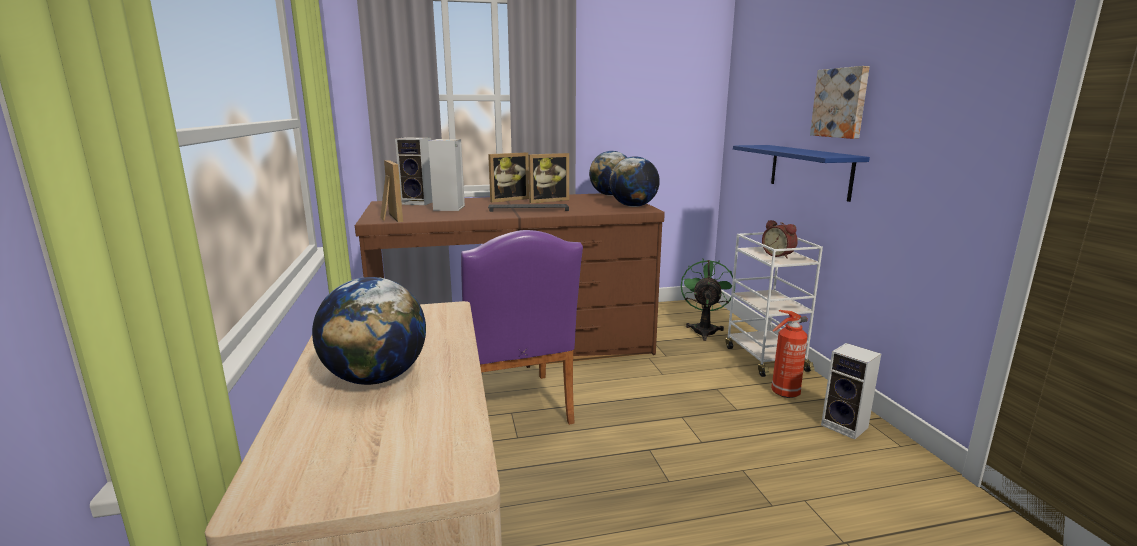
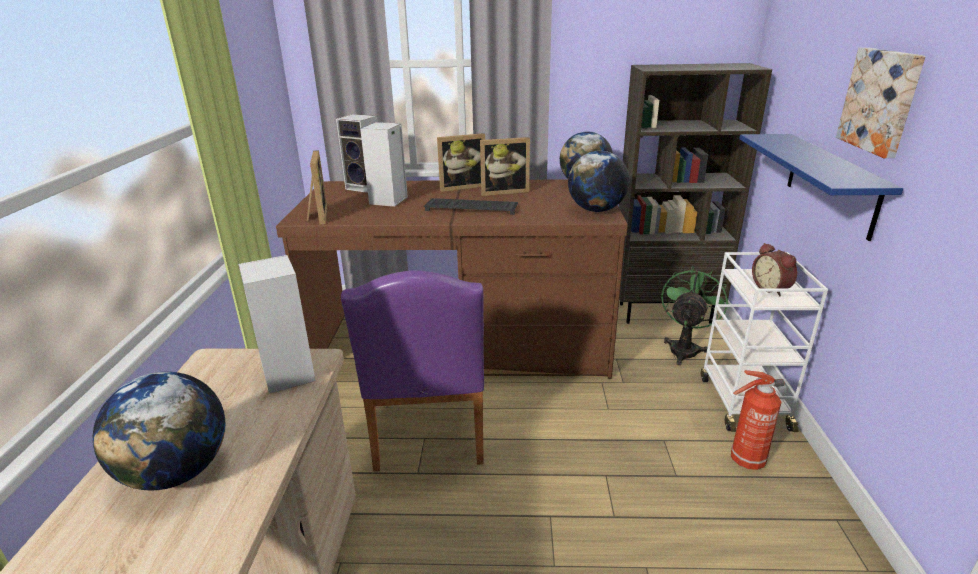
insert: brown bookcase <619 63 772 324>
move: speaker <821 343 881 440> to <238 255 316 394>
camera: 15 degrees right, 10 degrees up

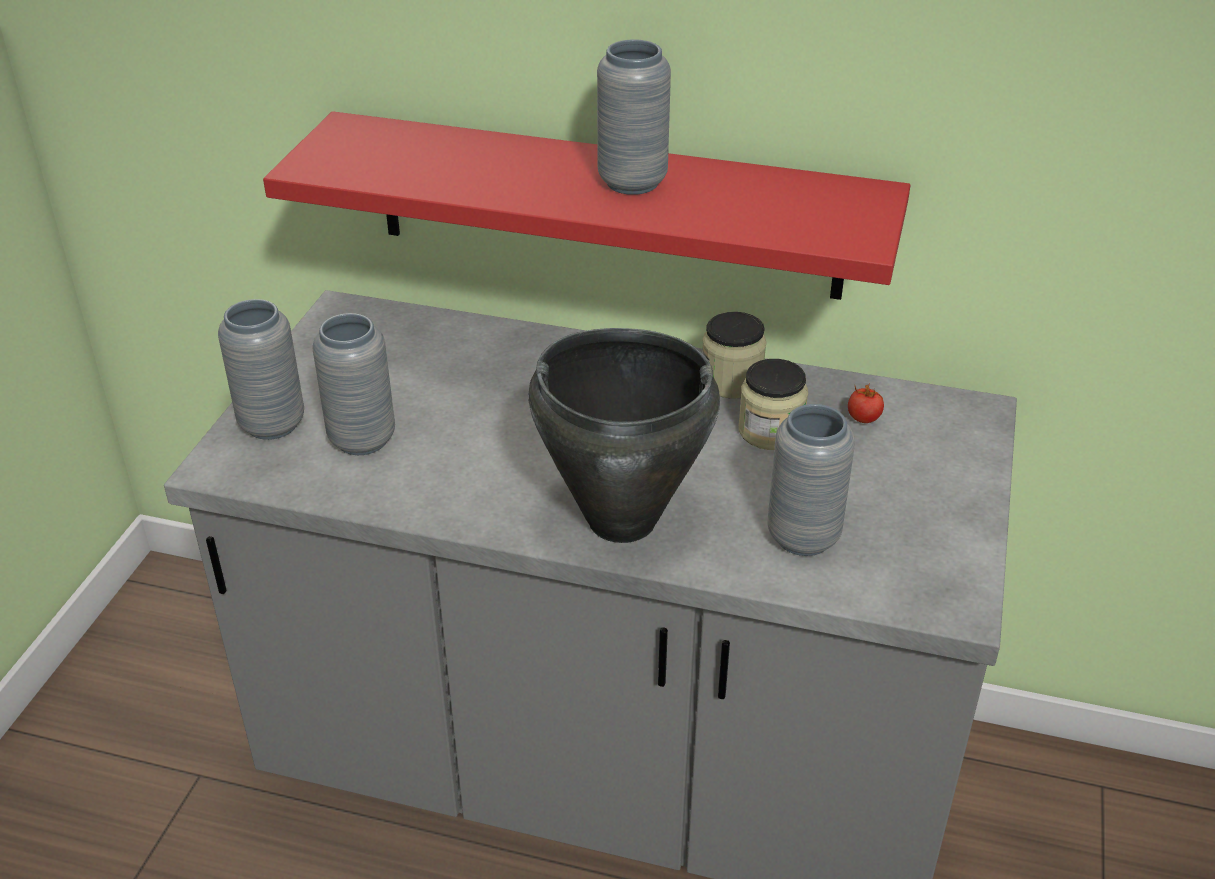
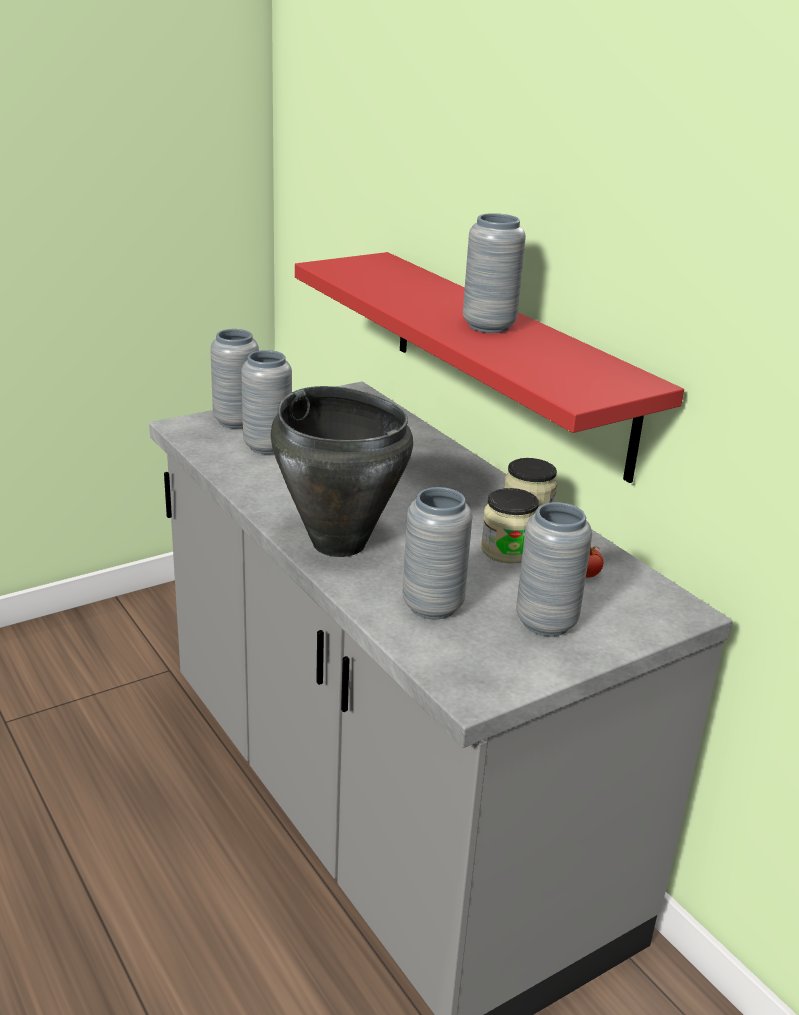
insert: grey vase <516 502 592 636>
camera: 40 degrees right, 10 degrees down

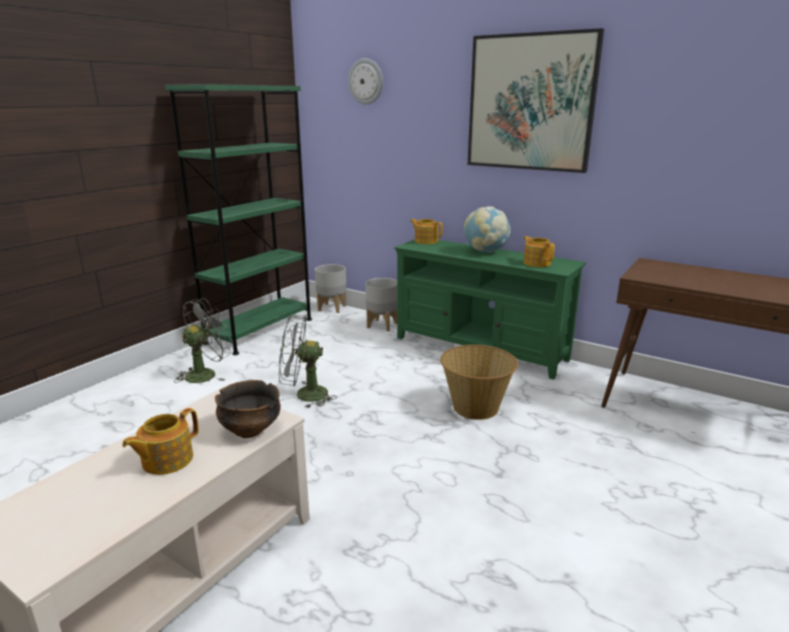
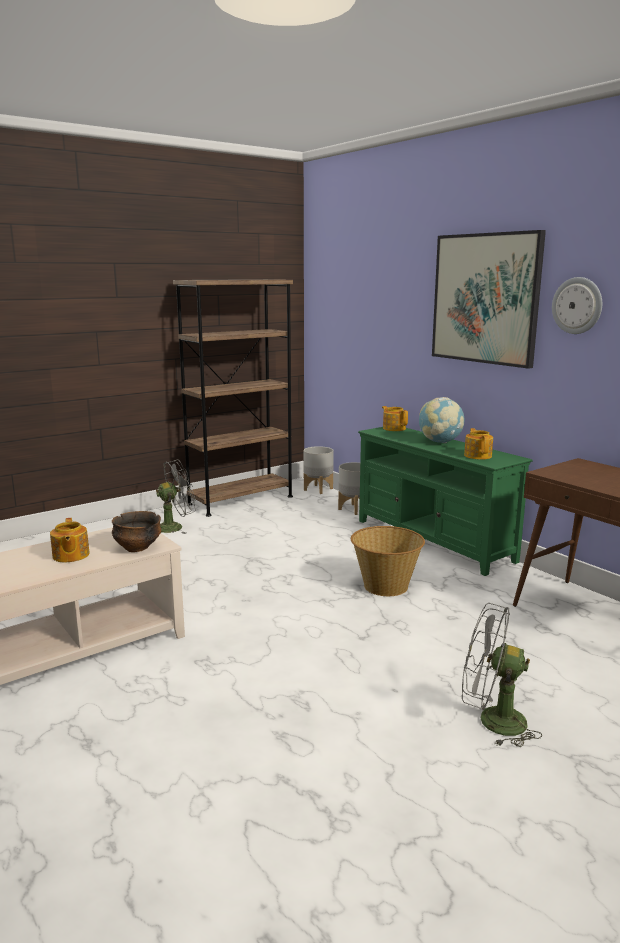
move: wall clock <348 58 383 105> to <552 277 602 334>; grey fan <279 314 337 409> to <462 603 542 747>
recolor: green bookcase <165 84 312 355> to brown bookcase <173 279 293 517>
rotate: teapot <122 408 199 475> = <50 518 90 562> 75 degrees counterclockwise
camera: 20 degrees right, 5 degrees down

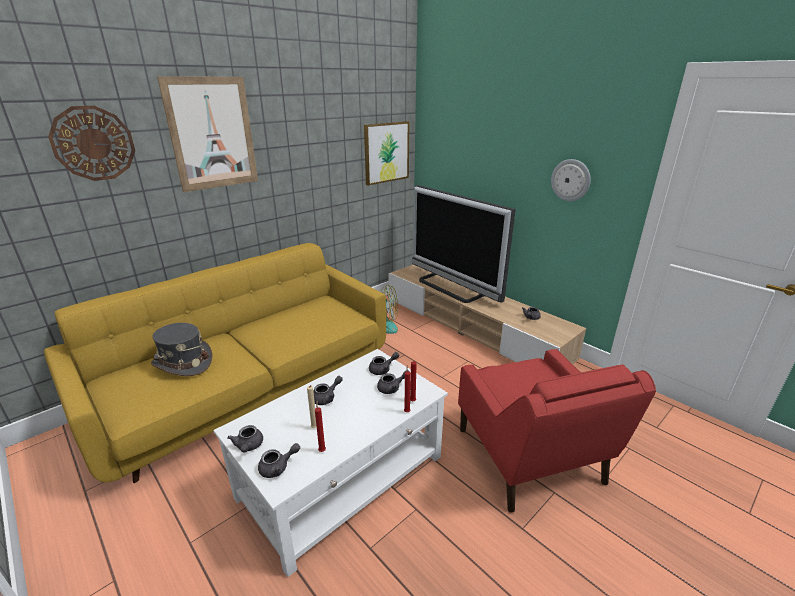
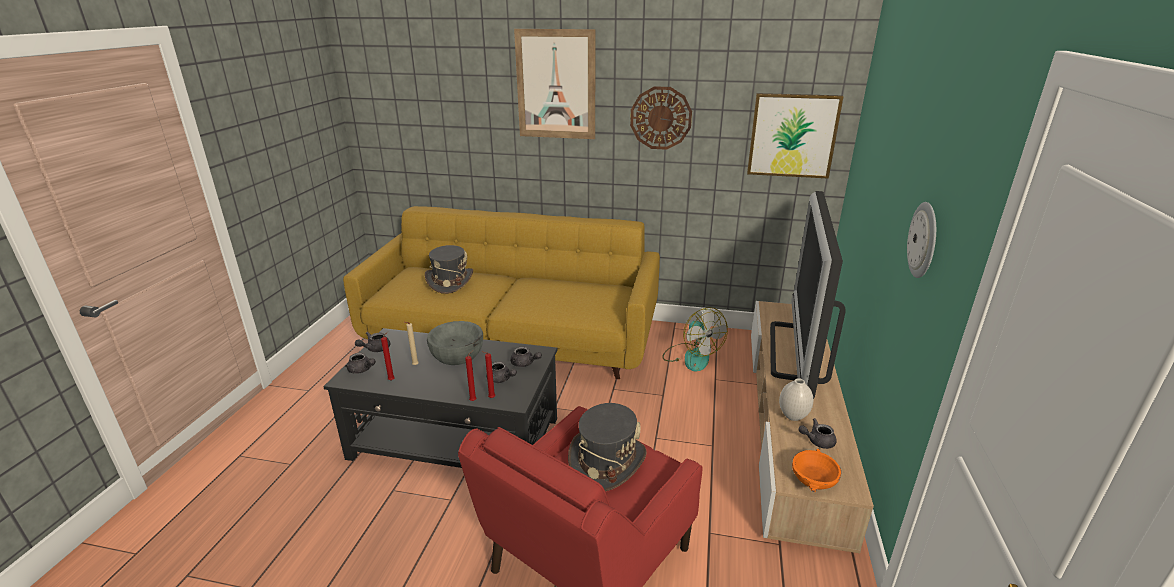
insert: white vase <779 378 813 421>; grey hat <568 403 647 491>; orange bowl <792 449 841 492>
move: wall clock <48 106 135 181> to <630 86 692 150>
replace: grey teapot <313 376 343 405> to grey bowl <427 321 483 365>
recolor: white coffee table <214 349 448 577> to black coffee table <323 328 558 468>
camera: 55 degrees right, 0 degrees up

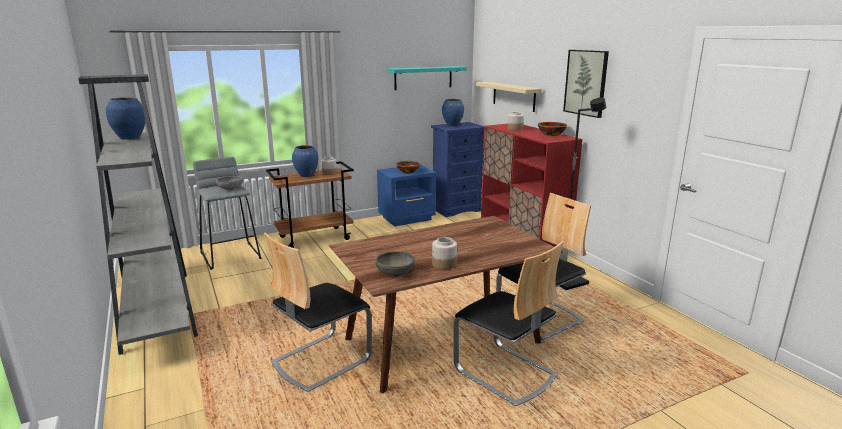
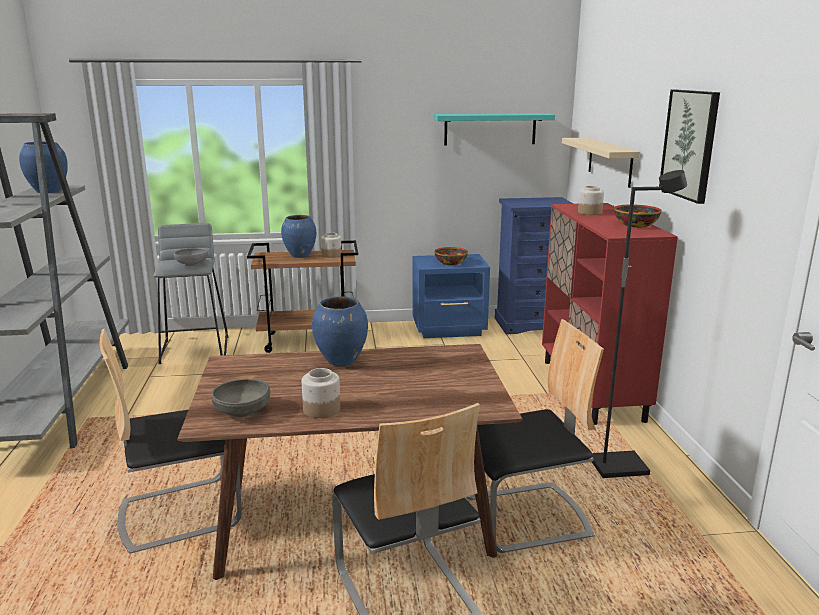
move: blue vase <442 99 464 126> to <312 296 368 366>
camera: 20 degrees right, 0 degrees up

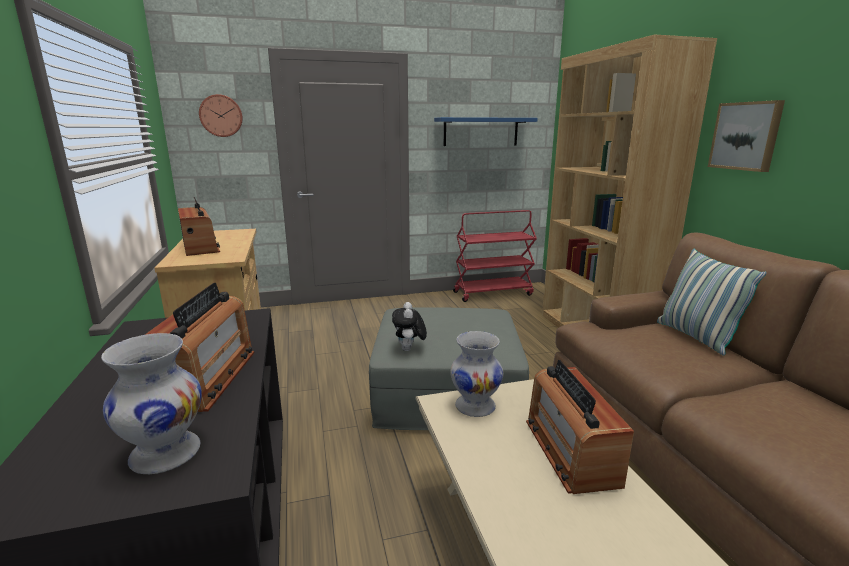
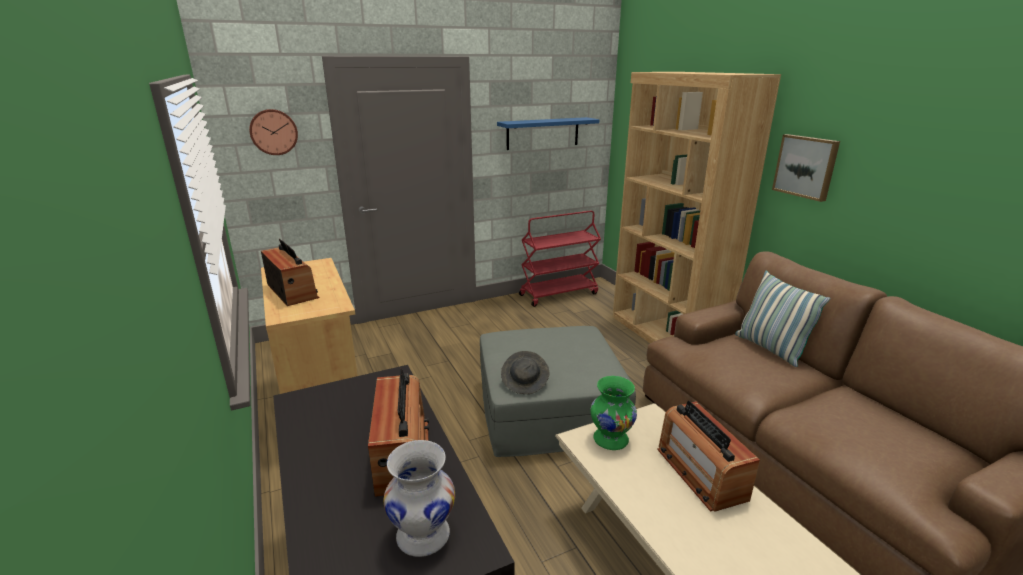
replace: plush toy <392 302 427 351> to grey hat <501 351 549 394>
recolor: white vase <450 331 503 417> to green vase <590 376 637 450>
camera: 10 degrees left, 5 degrees up

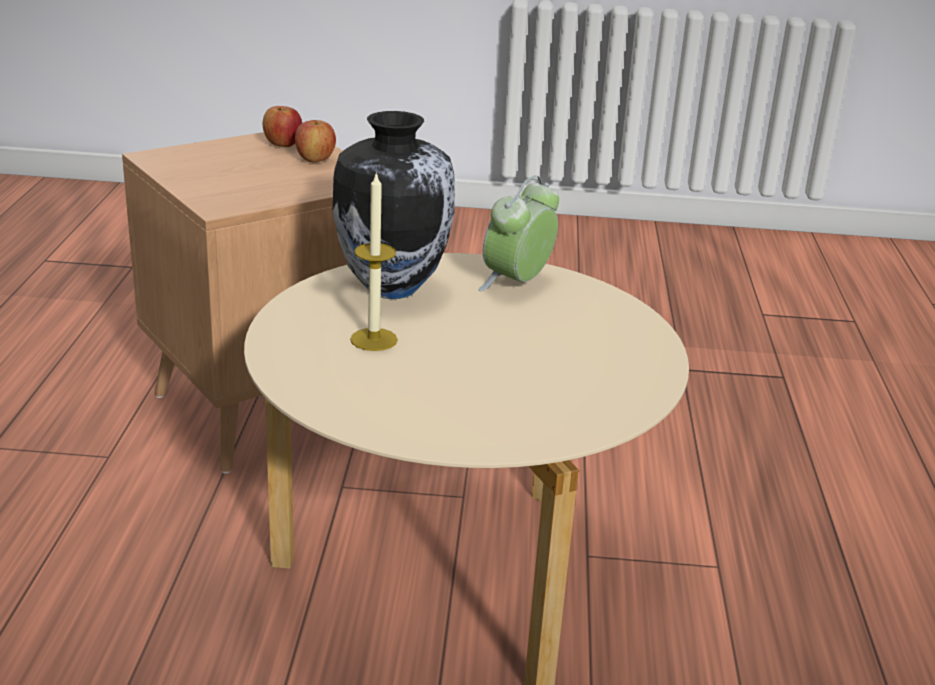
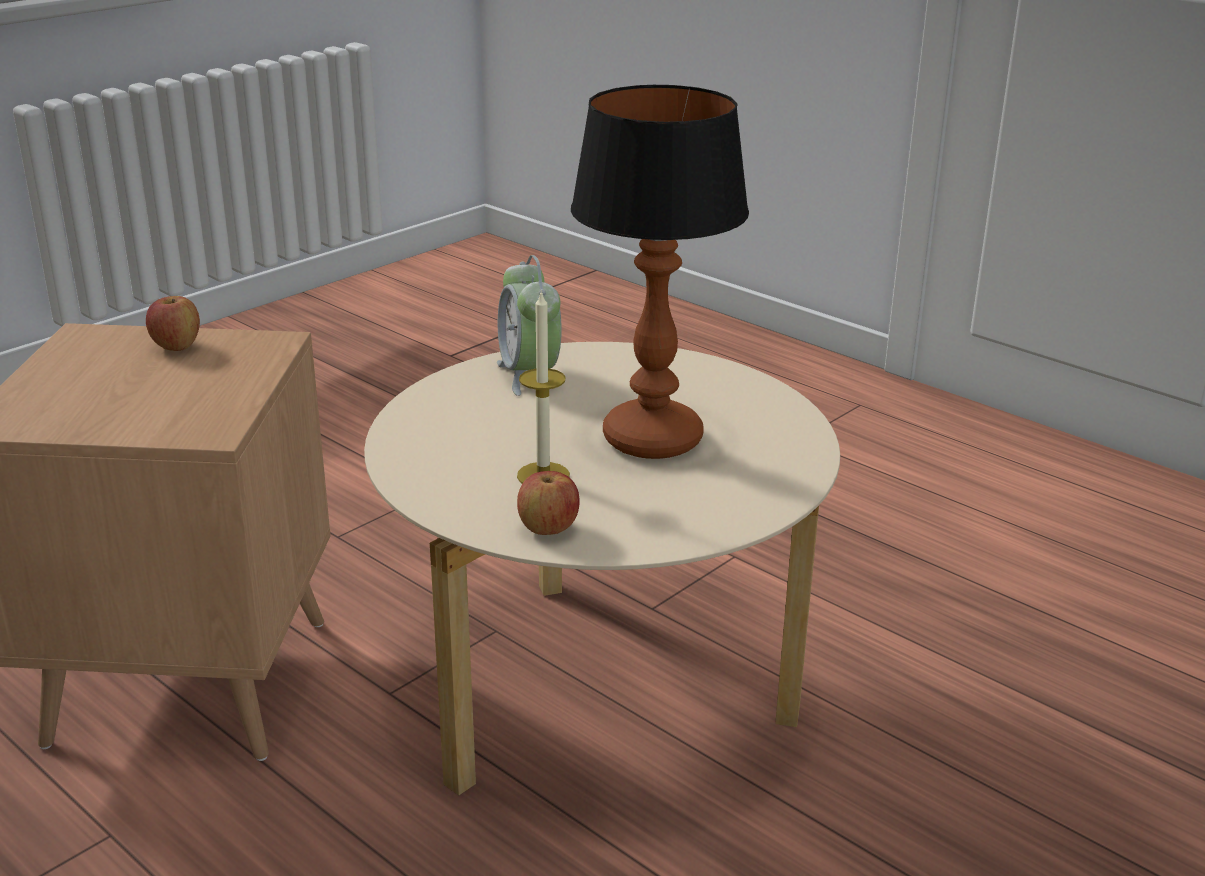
delete: vase <333 111 455 299>
insert: table lamp <571 85 749 459>
move: apple <263 106 302 147> to <517 471 580 535>
camera: 50 degrees left, 0 degrees up

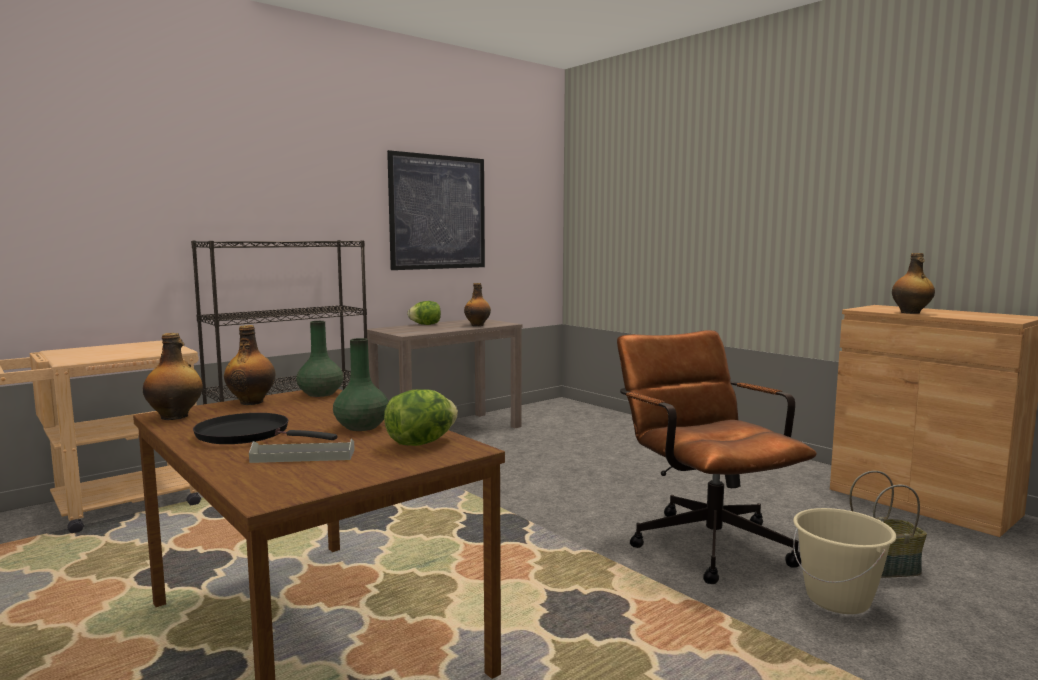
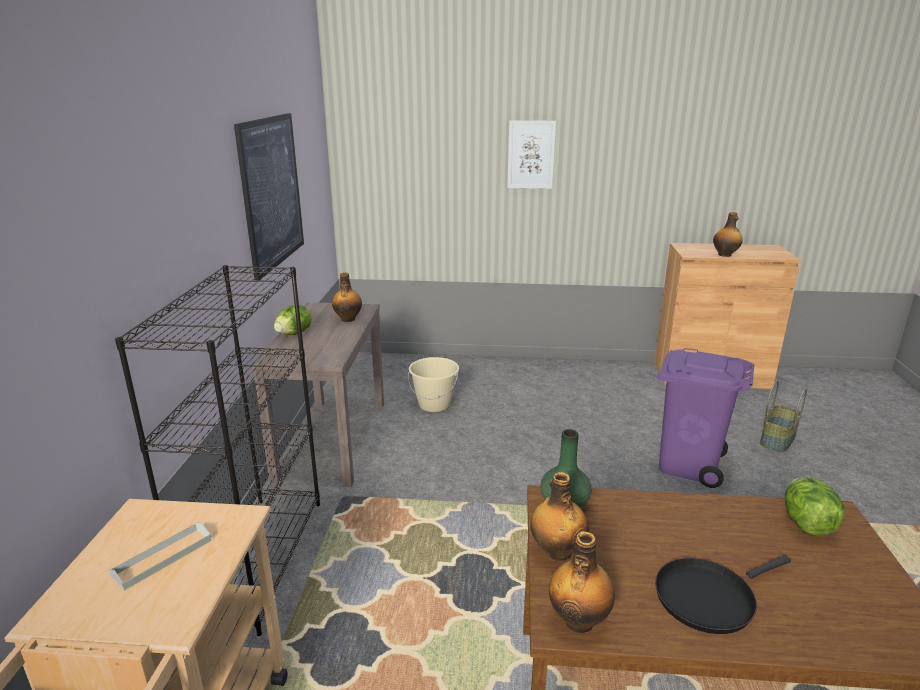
delete: green vase <333 338 389 431>
insert: picture <507 120 556 189>
move: grey tray <249 439 355 463> to <109 522 211 591>; beige bucket <793 508 896 614> to <408 357 459 412>
replace: brown office chair <617 330 817 584> to purple trash can <658 348 755 488>
camera: 45 degrees left, 15 degrees up

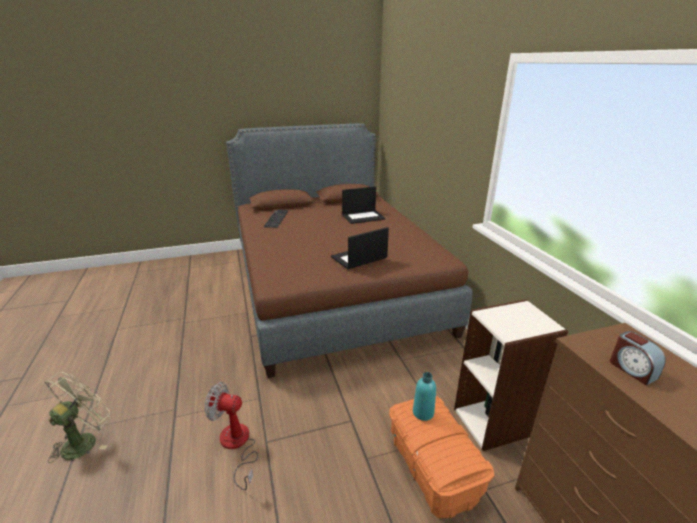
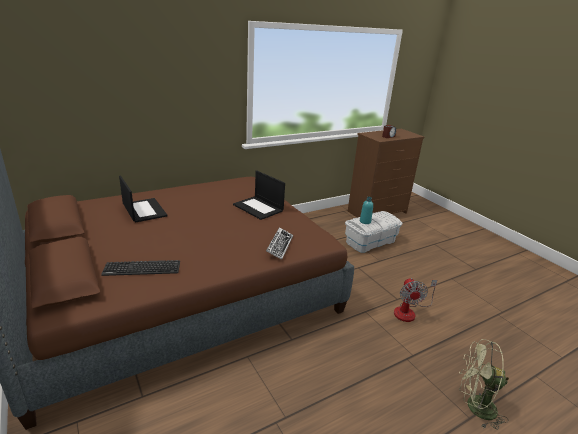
delete: bookcase <454 299 568 451>
insert: keyboard <266 227 293 260>
recolor: orange storage box <389 396 494 518> to white storage box <345 211 402 253>
camera: 105 degrees left, 0 degrees up

